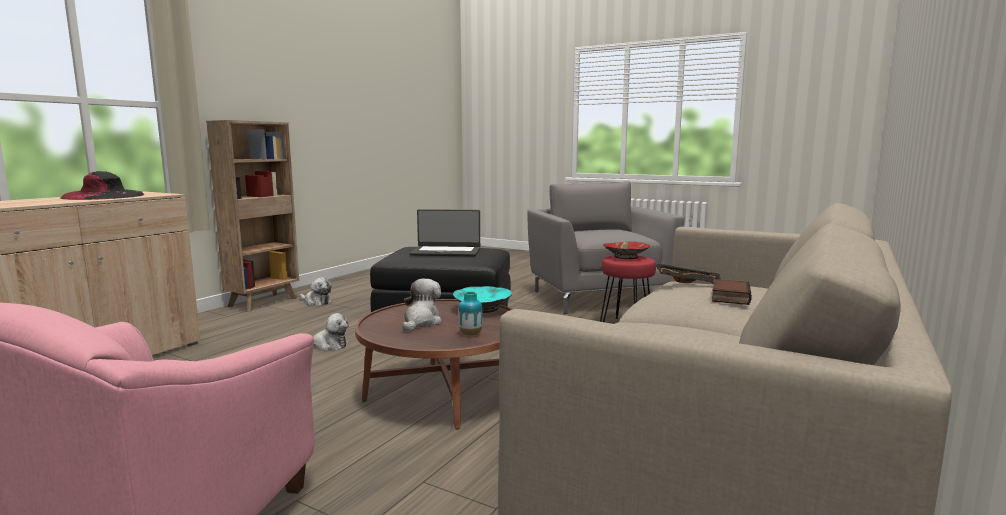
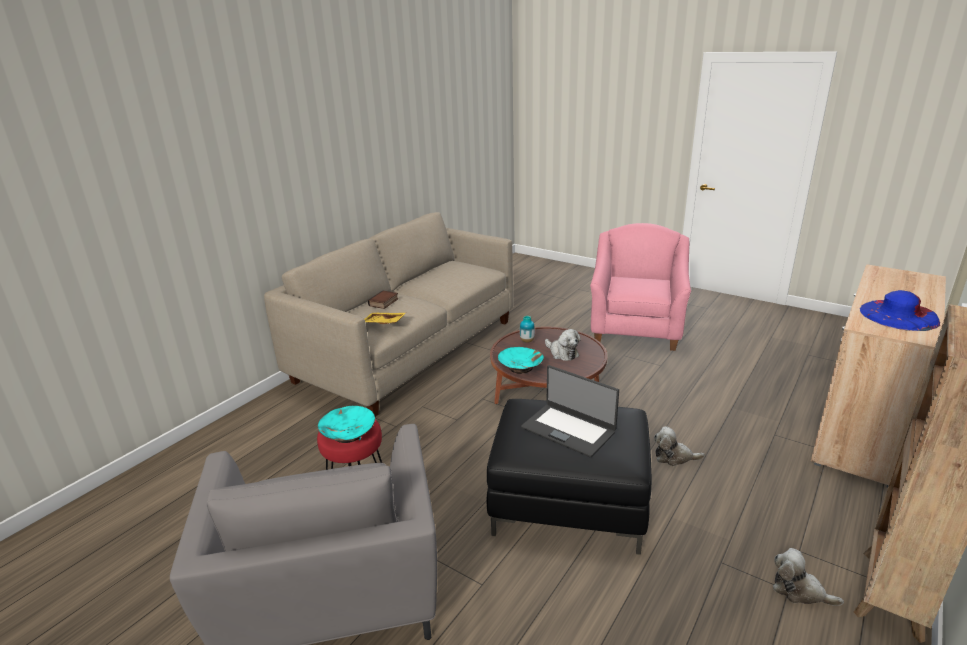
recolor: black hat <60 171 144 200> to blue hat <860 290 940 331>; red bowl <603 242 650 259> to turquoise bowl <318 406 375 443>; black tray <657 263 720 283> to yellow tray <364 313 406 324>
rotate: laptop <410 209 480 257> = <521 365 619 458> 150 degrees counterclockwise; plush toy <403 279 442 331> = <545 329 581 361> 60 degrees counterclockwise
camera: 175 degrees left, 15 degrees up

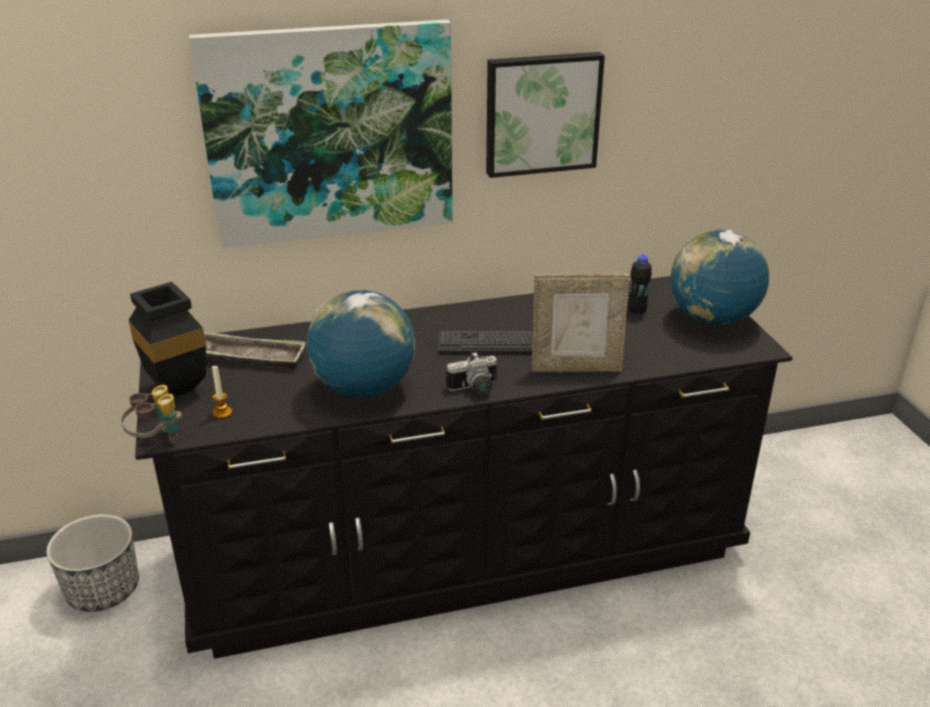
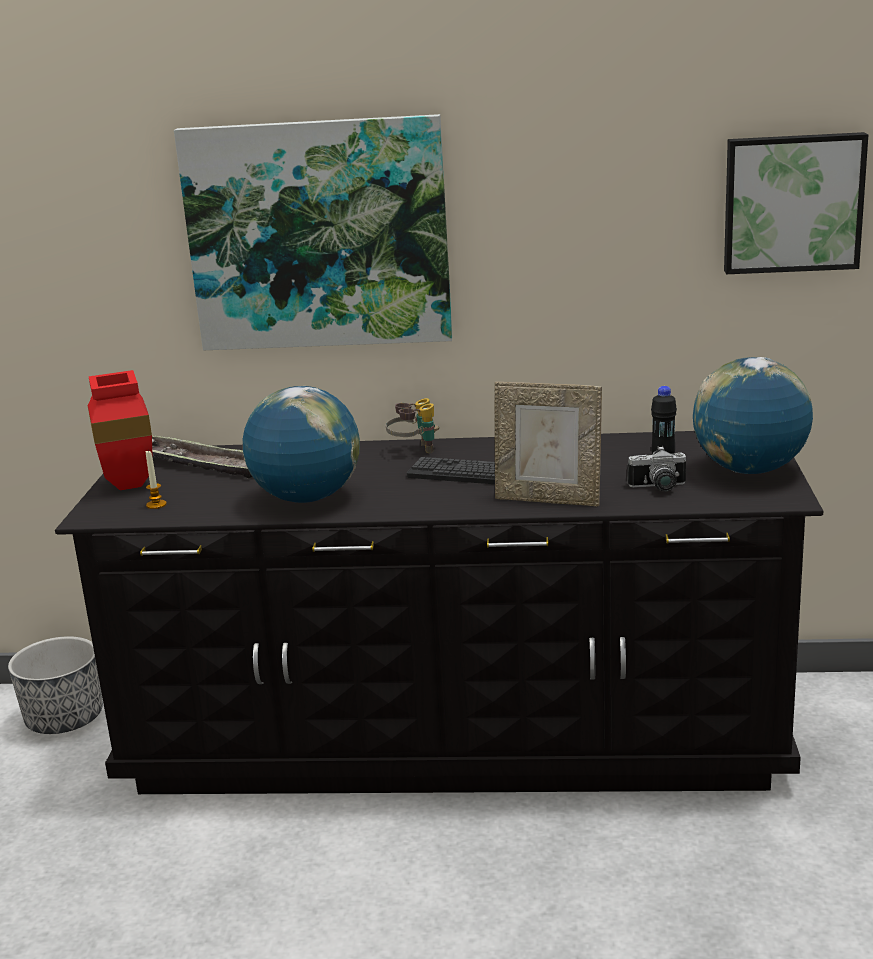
move: picture <486 52 605 178> to <724 132 868 274>; photo camera <446 352 497 395> to <628 446 686 492>; binoculars <121 385 182 444> to <386 398 439 453>
recolor: black vase <128 282 206 397> to red vase <88 370 153 490>
camera: 20 degrees right, 10 degrees down

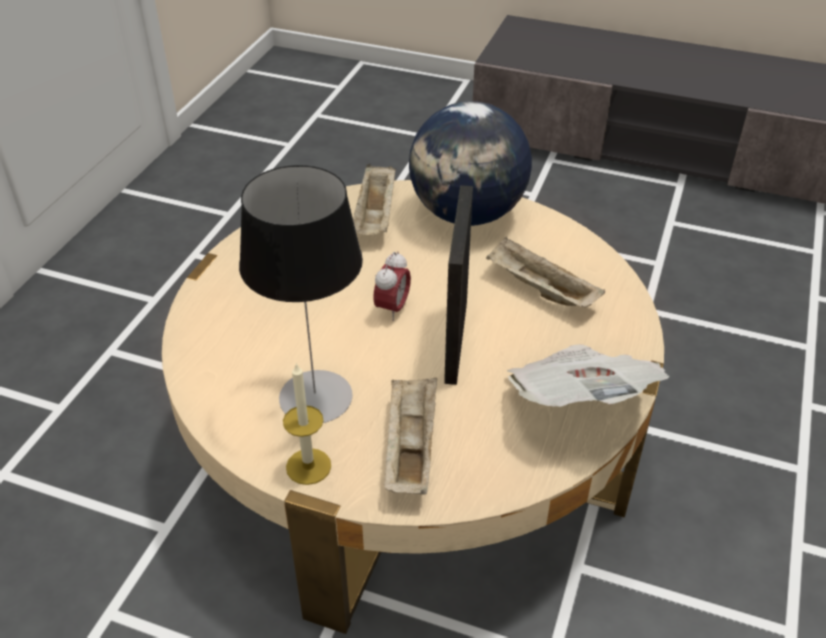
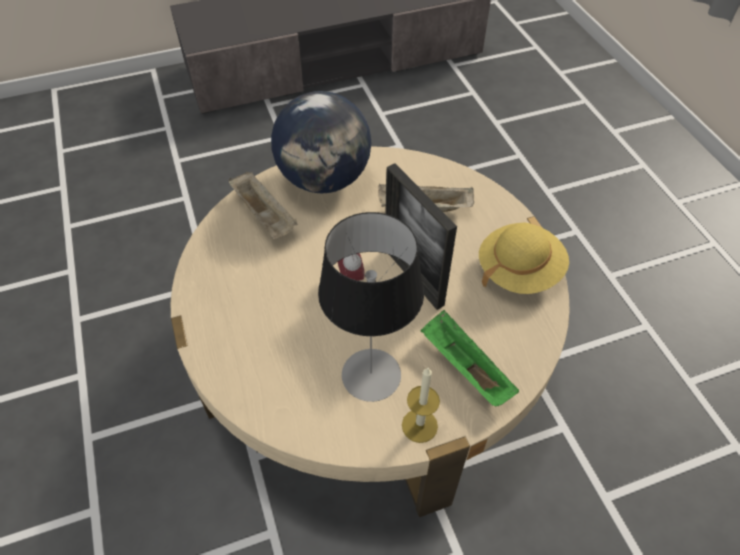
replace: newspaper <507 344 670 407> to yellow hat <479 223 569 294>
recolor: beige tray <384 378 437 495> to green tray <420 310 519 407>
camera: 40 degrees left, 10 degrees up

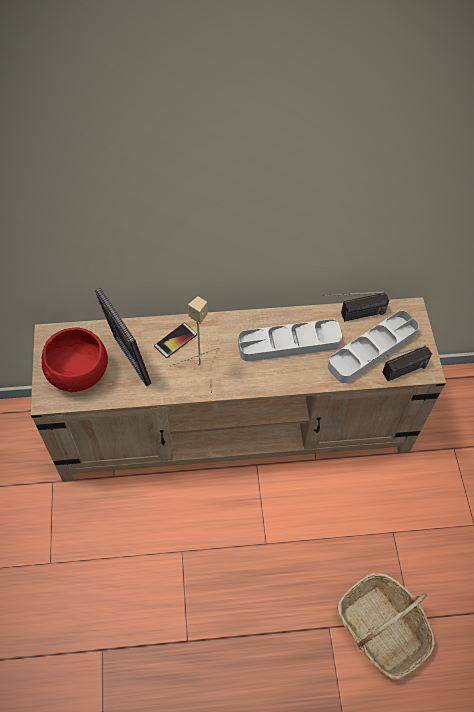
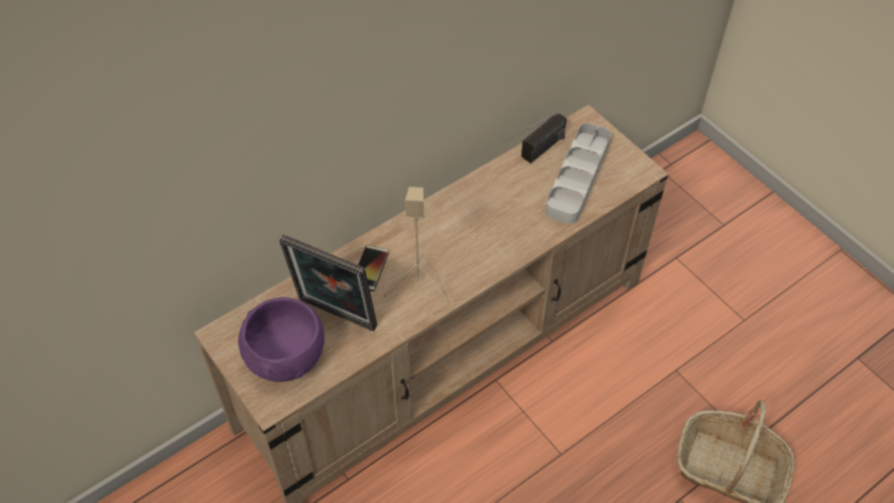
delete: grey tray <238 319 342 361>; radio <370 345 432 381>
recolor: red bowl <42 327 108 392> to purple bowl <238 297 325 382>
camera: 30 degrees left, 5 degrees down

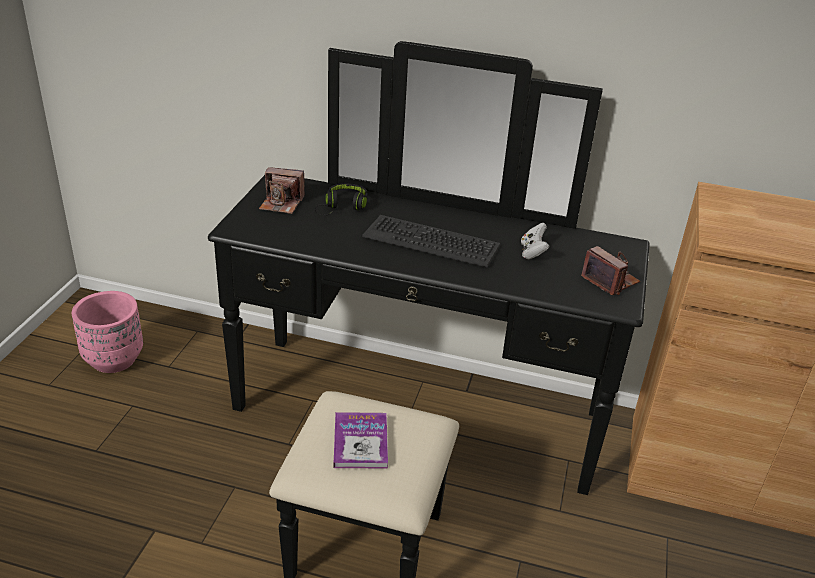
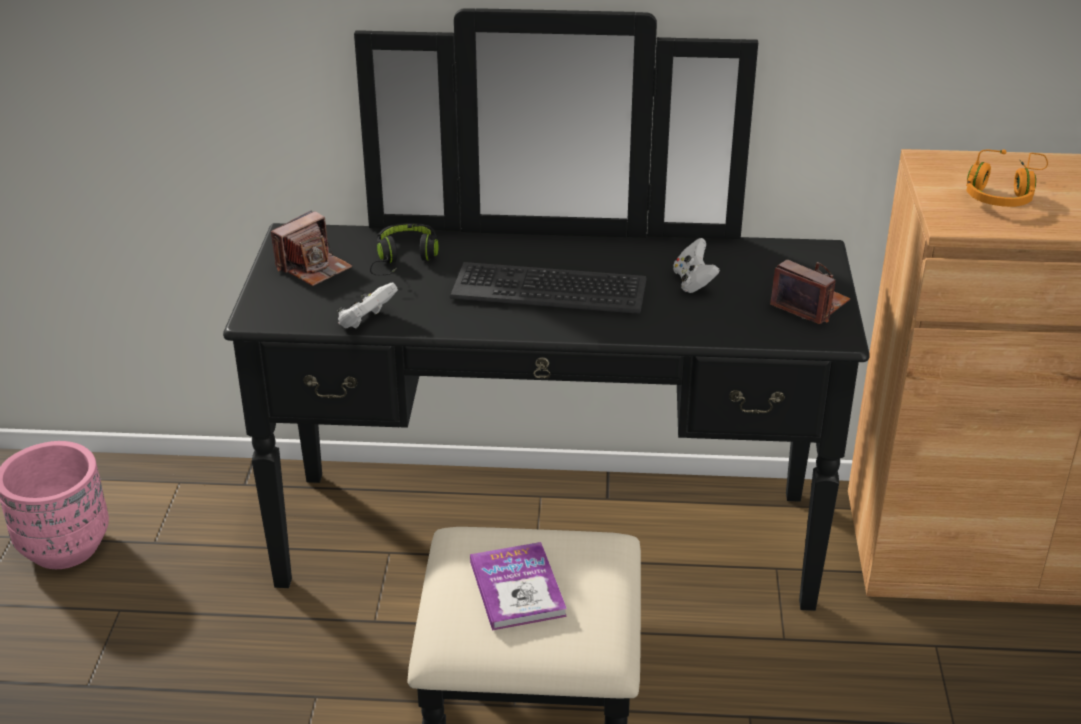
insert: orange headphones <966 150 1048 207>; white game controller <337 283 398 329>
rotate: photo camera <259 167 305 214> = <271 210 352 286> 45 degrees counterclockwise
camera: 10 degrees left, 0 degrees up

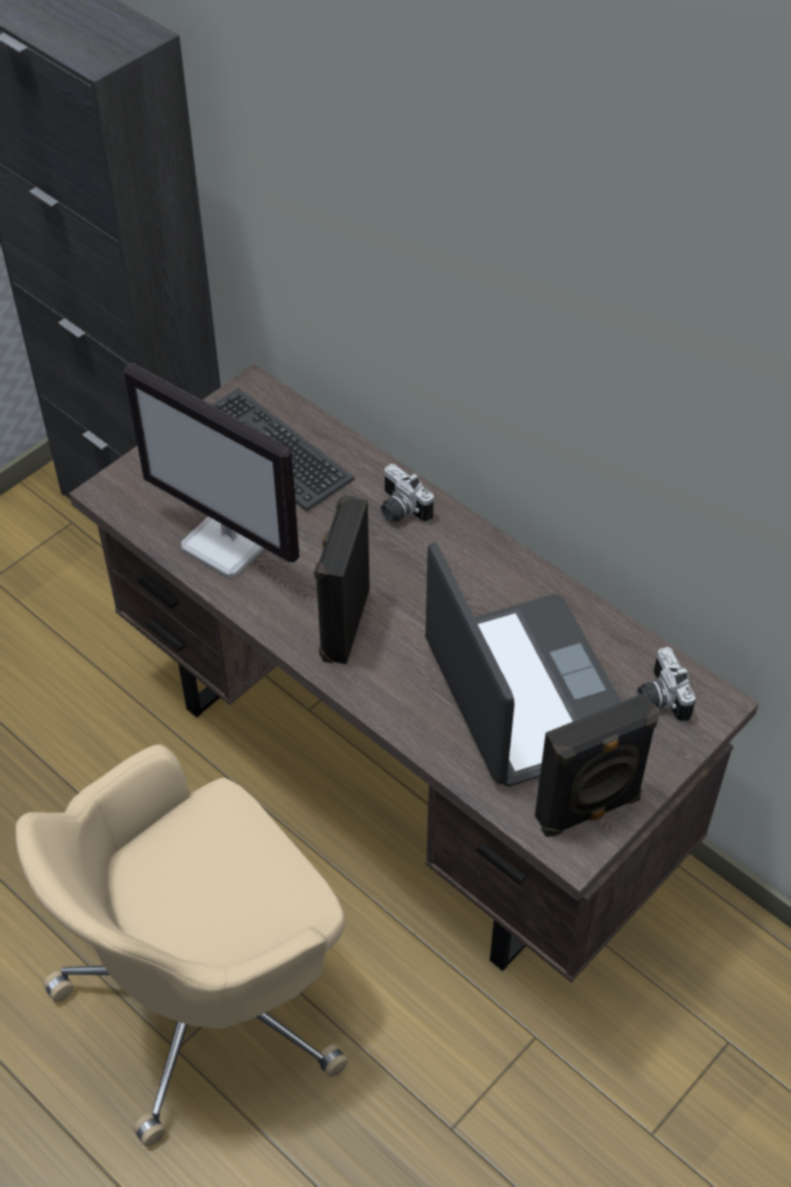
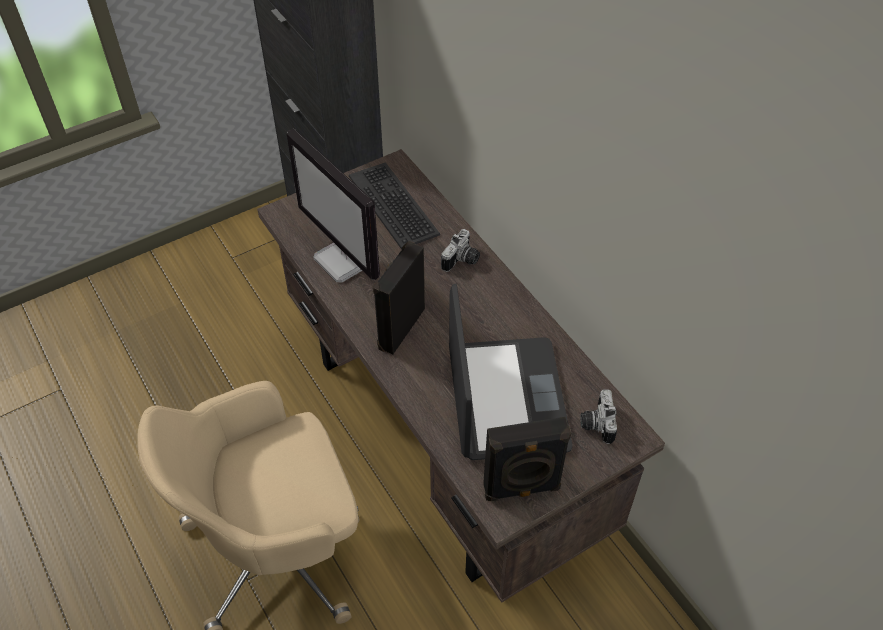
rotate: photo camera <380 464 434 523> = <441 229 480 272> 120 degrees counterclockwise
camera: 15 degrees right, 0 degrees up

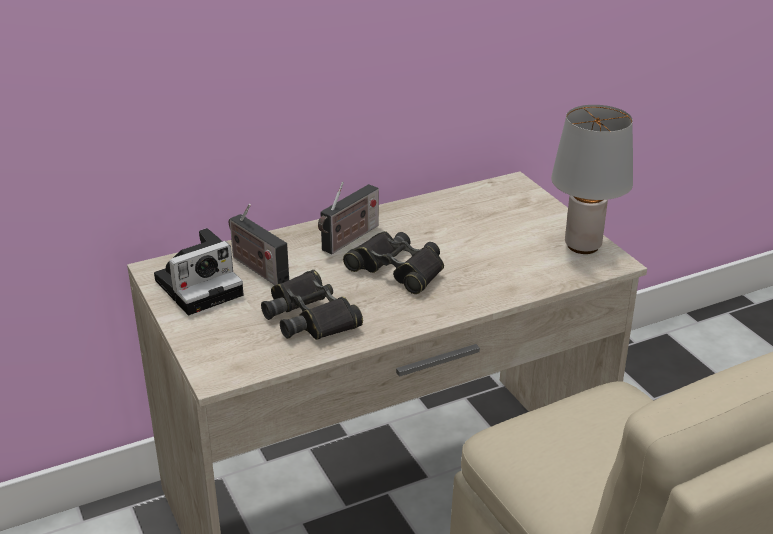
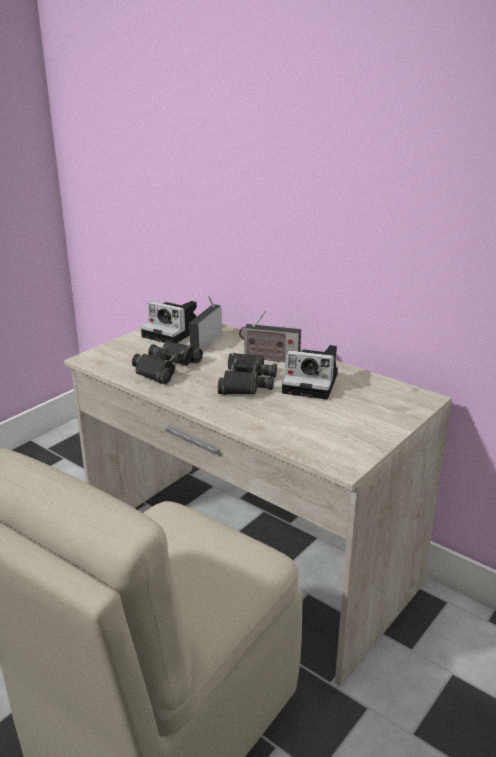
delete: grey table lamp <551 105 633 254>
insert: photo camera <282 345 338 400>
camera: 65 degrees right, 5 degrees down

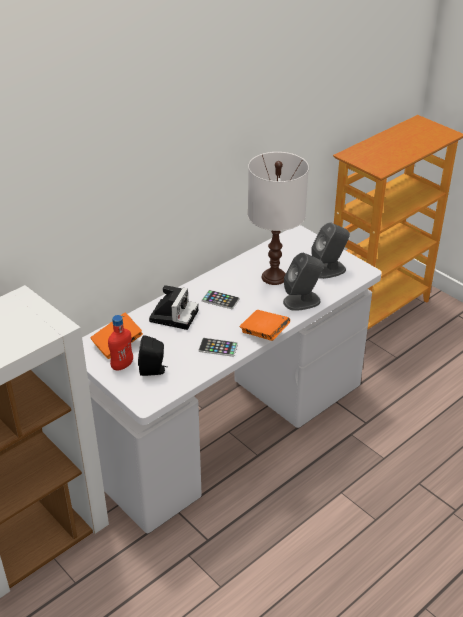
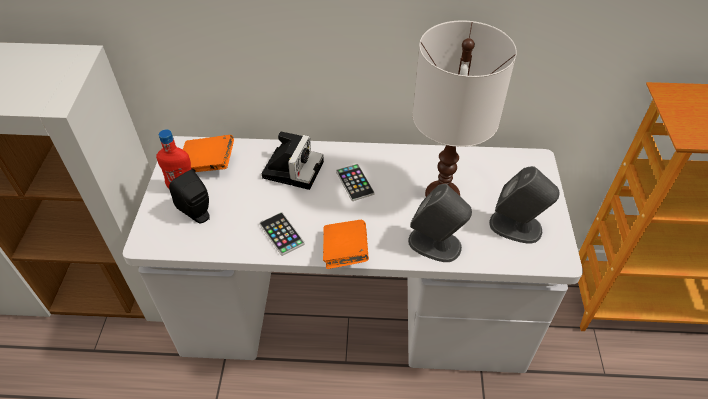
rotate: photo camera <149 285 198 330> = <262 131 324 190> 45 degrees counterclockwise
camera: 45 degrees right, 10 degrees up

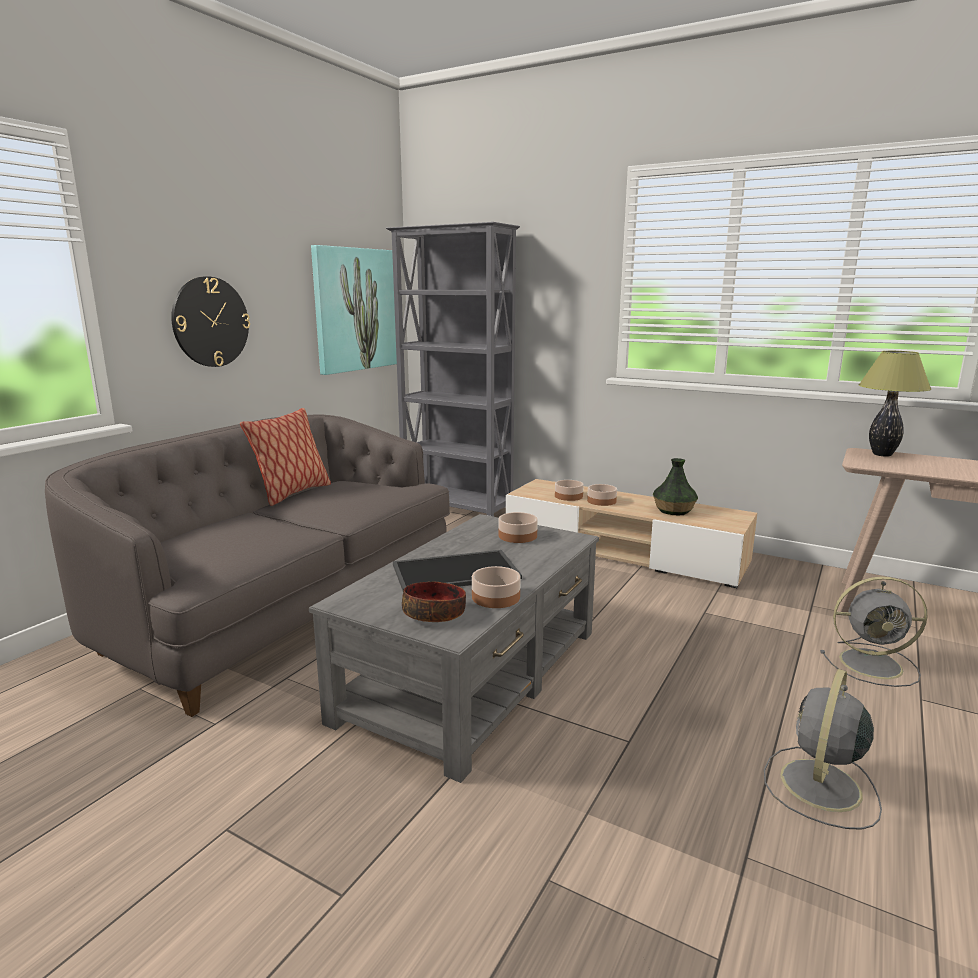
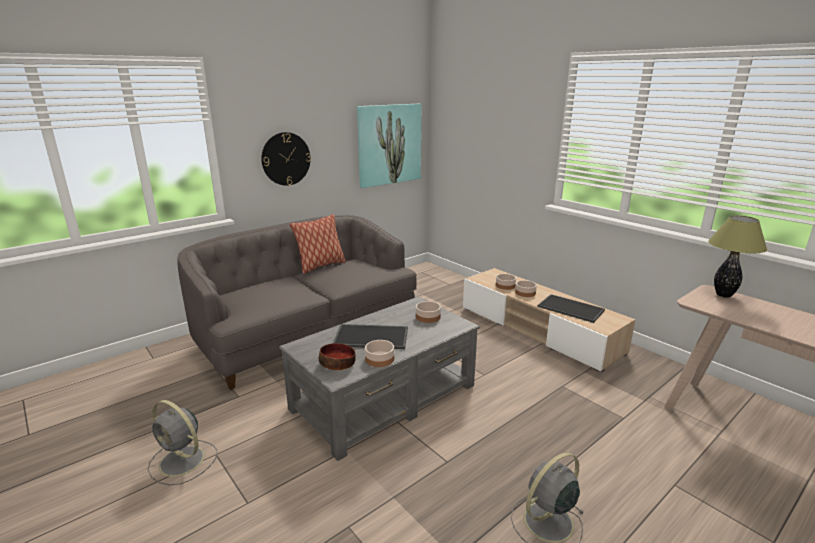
delete: grey bookcase <386 222 520 517>
move: grey fan <820 576 927 687> to <148 400 217 485>
replace: vase <653 458 698 515> to tray <537 294 605 323>
camera: 20 degrees right, 5 degrees up

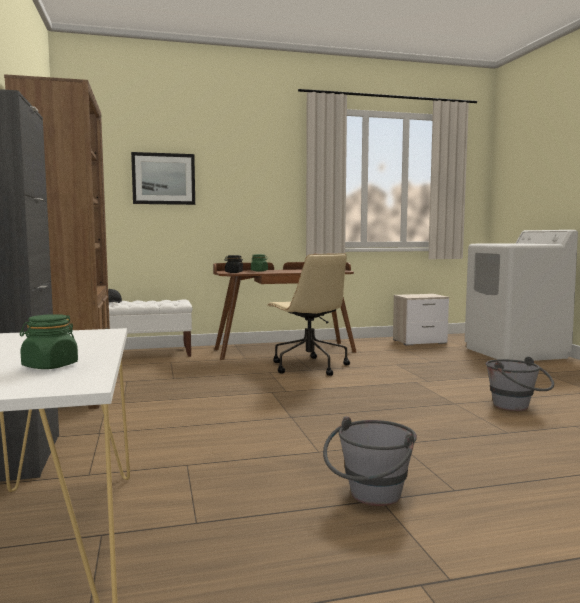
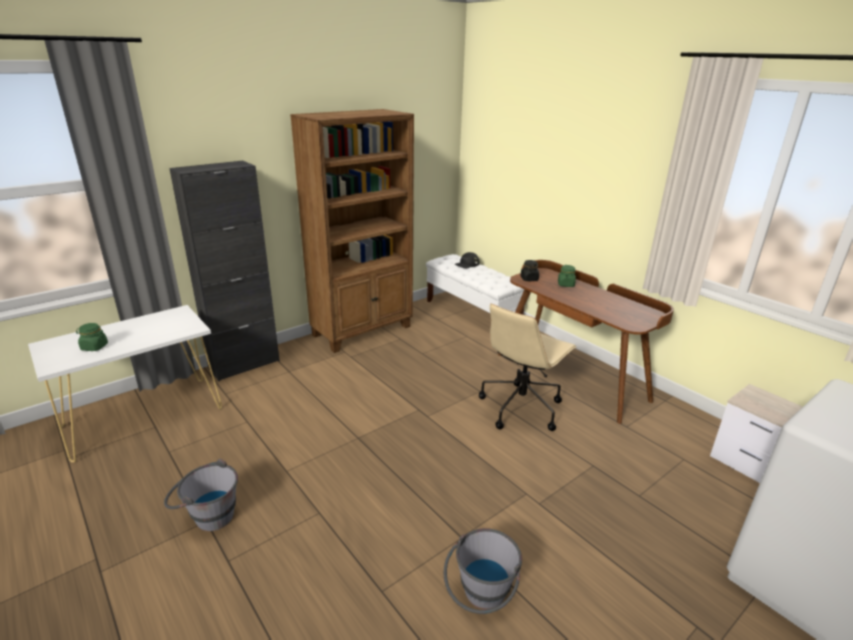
delete: picture <131 152 195 205>
camera: 65 degrees right, 20 degrees up

